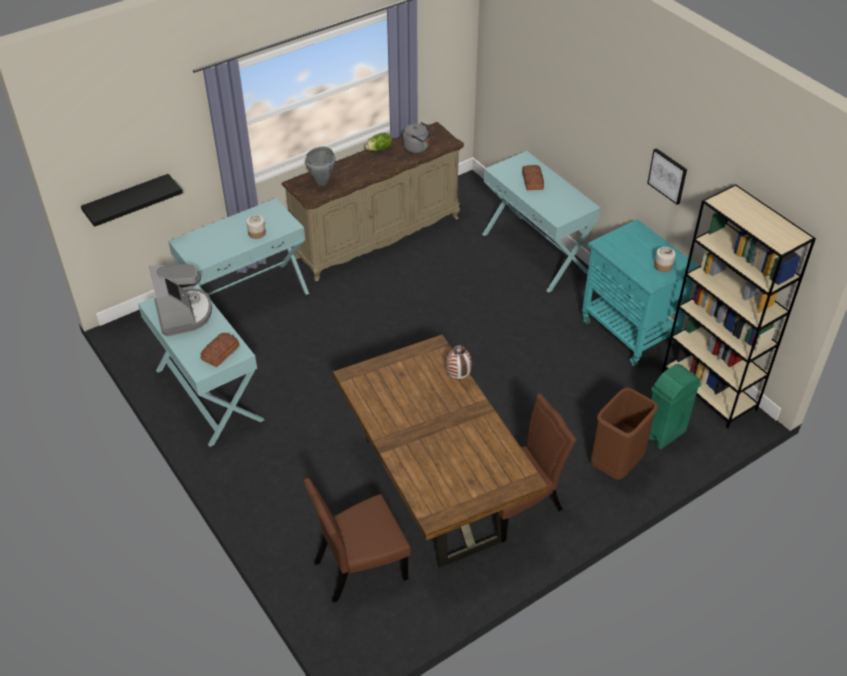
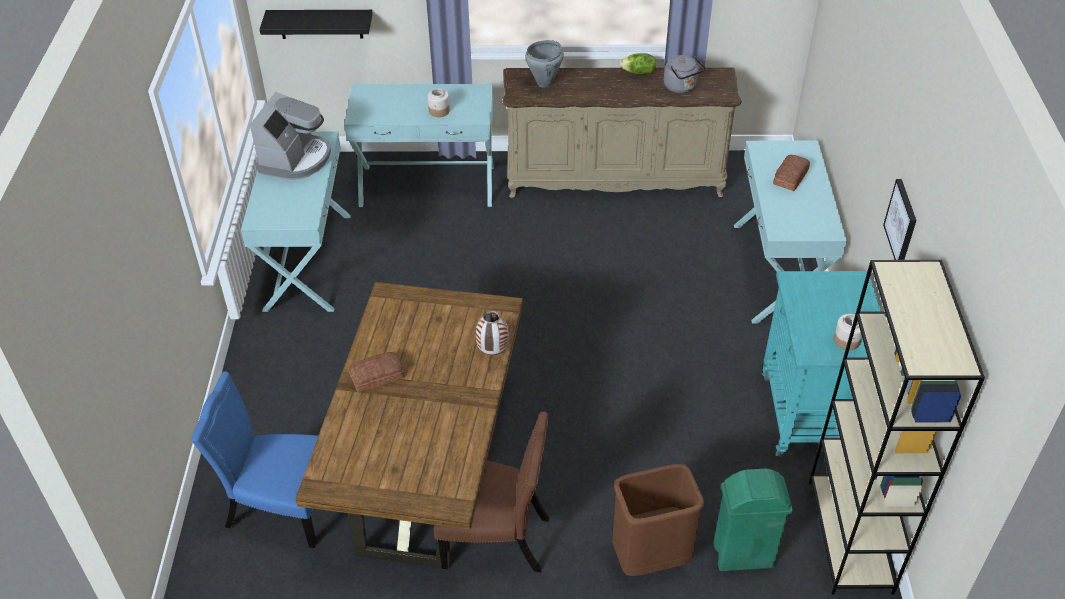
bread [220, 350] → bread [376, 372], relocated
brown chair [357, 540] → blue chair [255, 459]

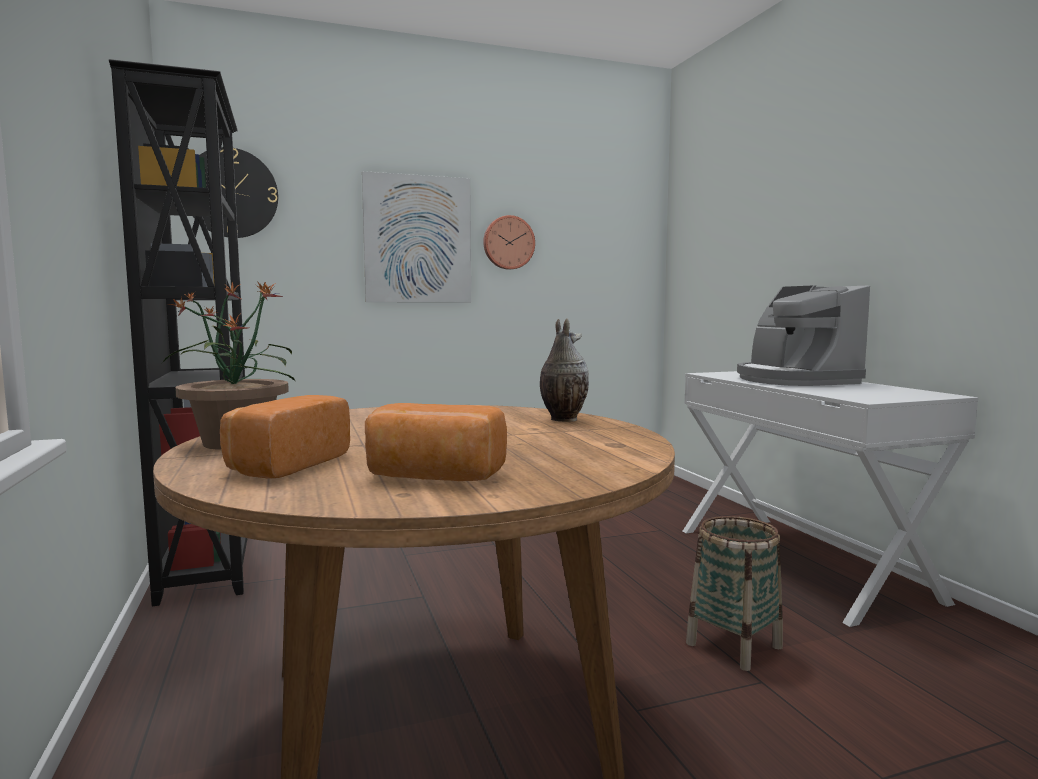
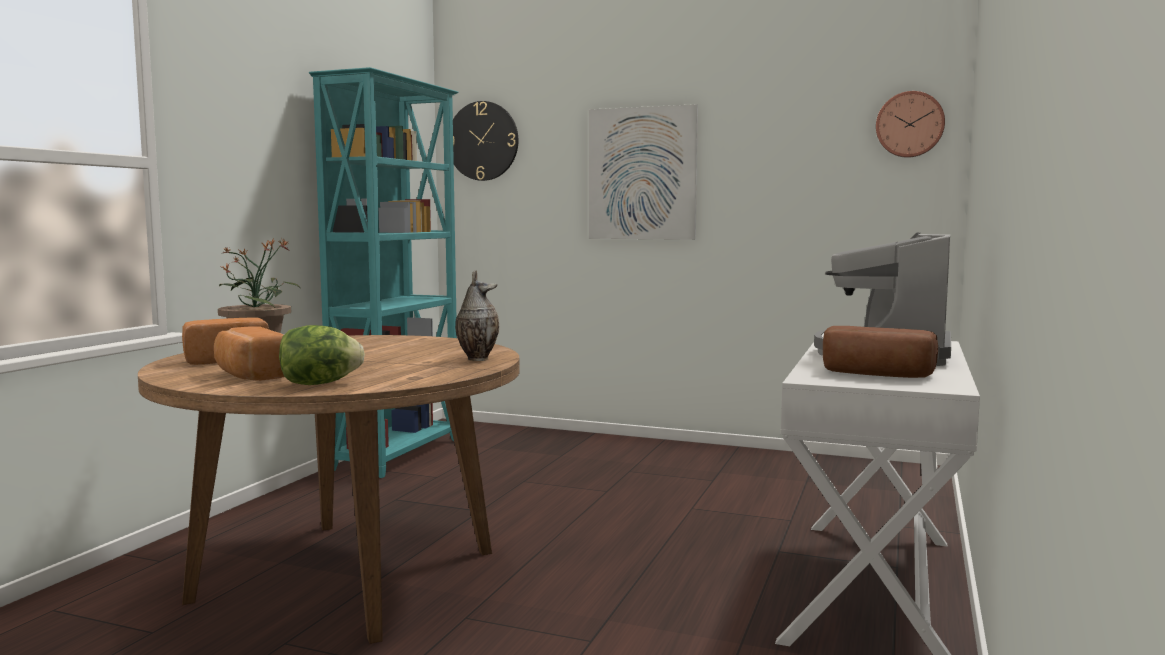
black bookcase [178, 332] → turquoise bookcase [384, 272]
wall clock [509, 242] → wall clock [910, 124], relocated
basket [734, 593] → -
- → lettuce [322, 355]
- → bread [880, 352]

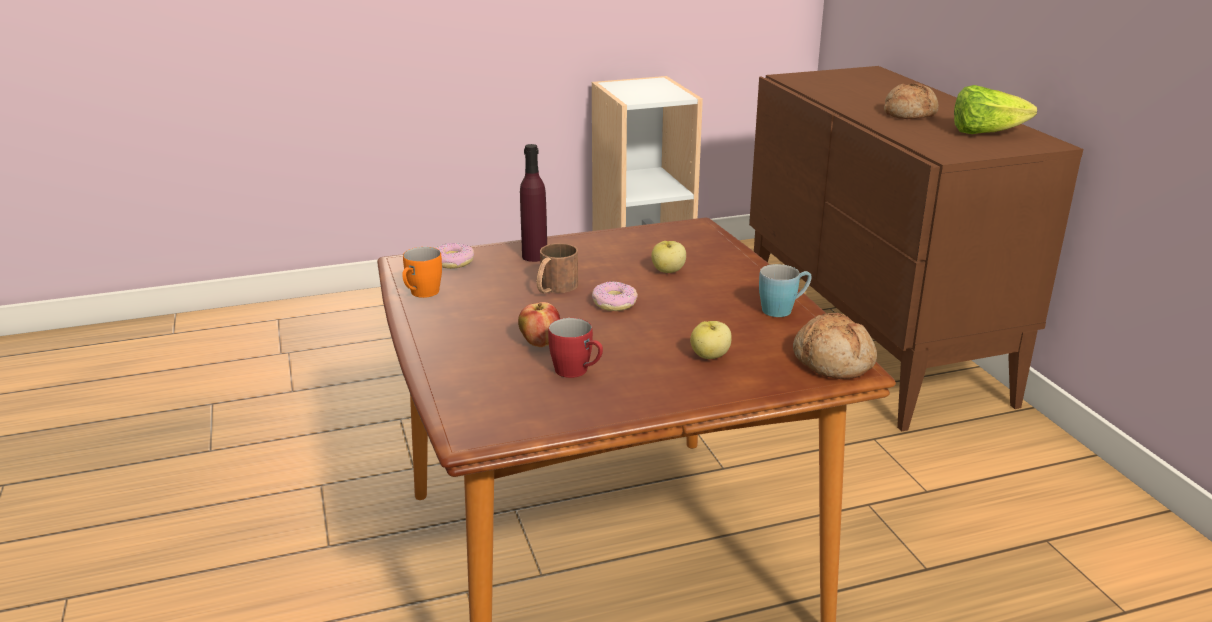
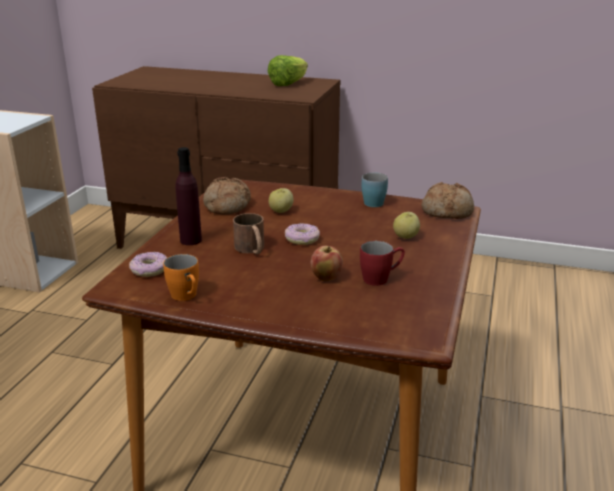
bread [911, 101] → bread [227, 196], relocated

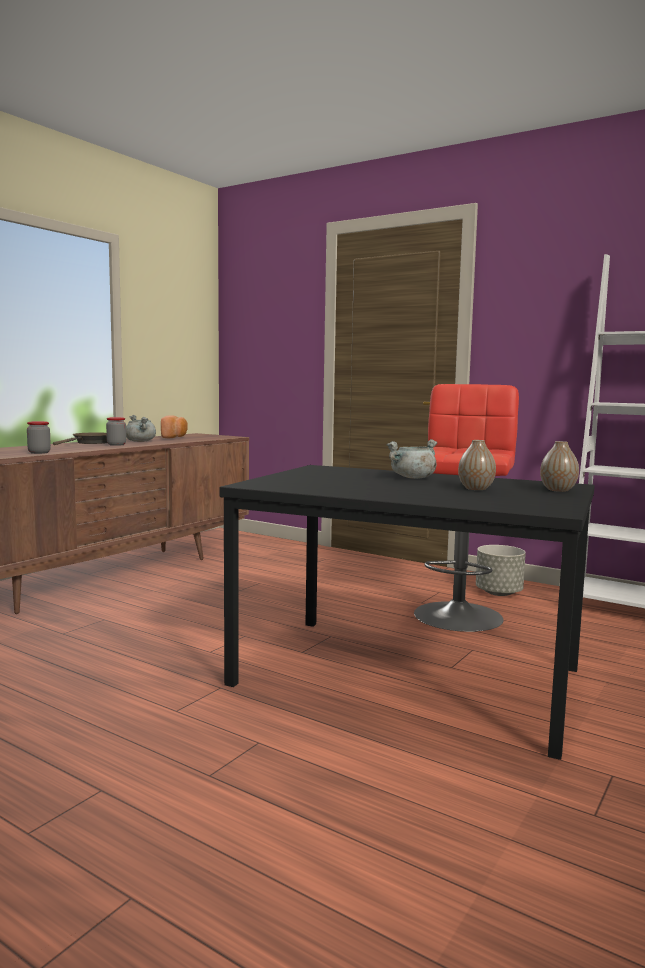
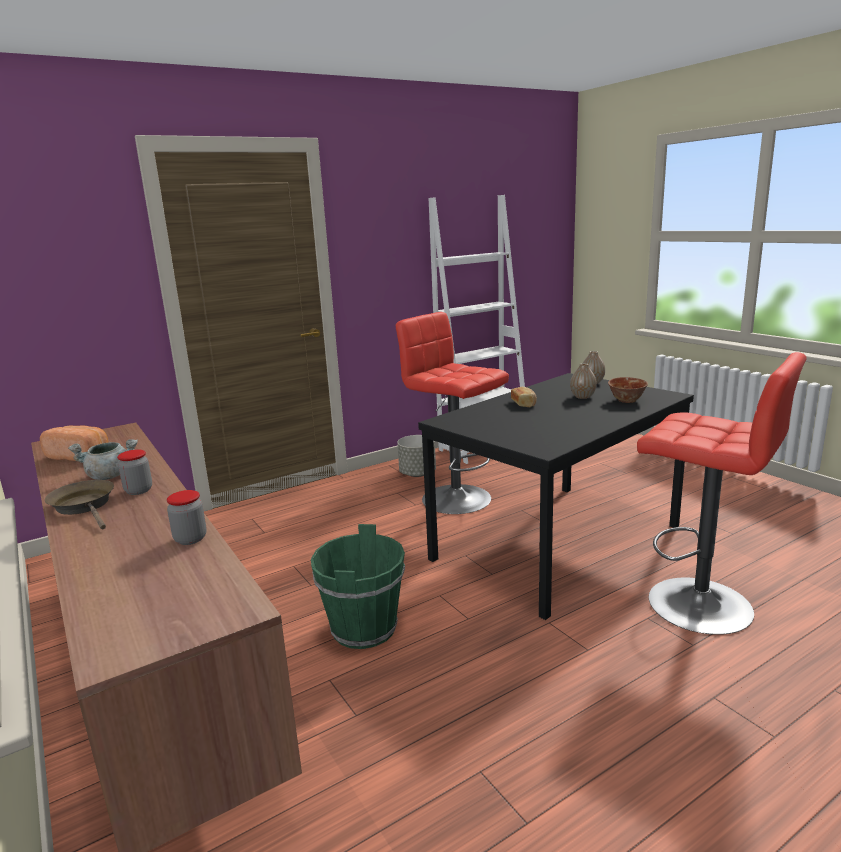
grey cooking pot [411, 459] → bread [524, 397]
- → green bucket [358, 586]
- → bowl [628, 390]
- → red stool [722, 493]

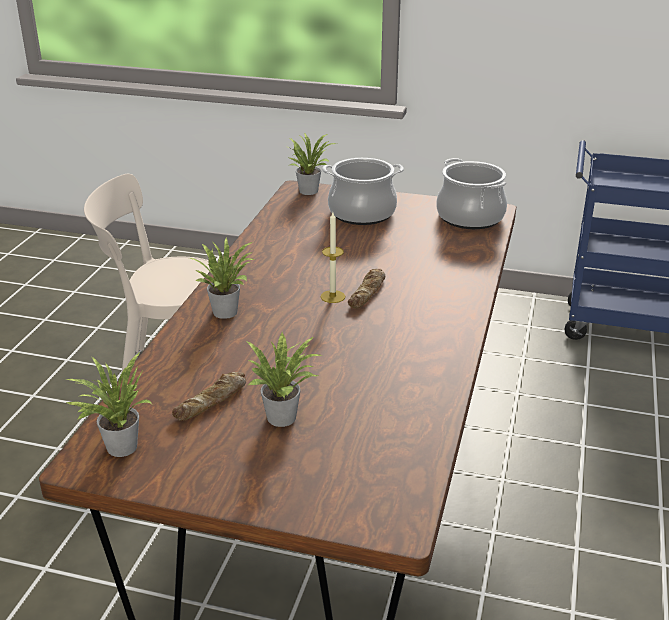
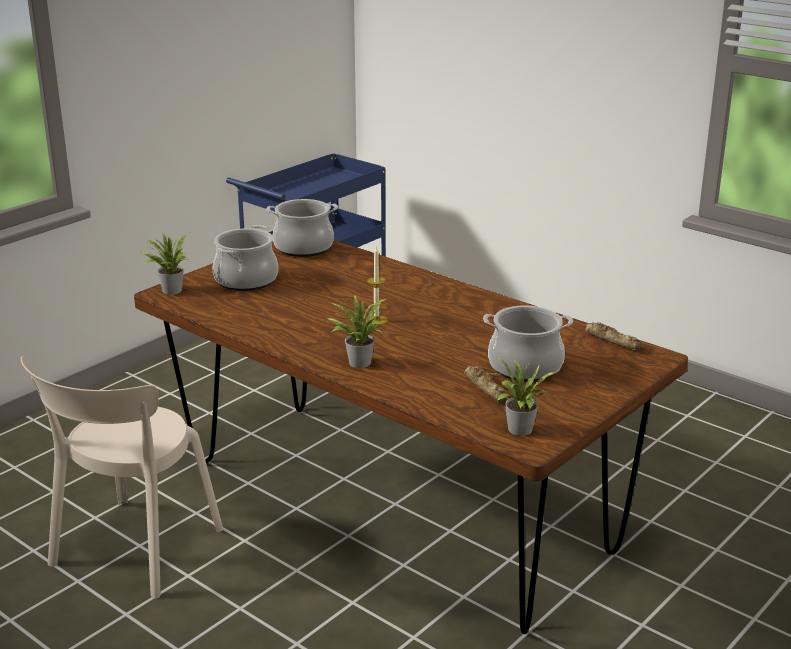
potted plant [284, 379] → cooking pot [528, 343]
bread [366, 289] → bread [614, 336], relocated

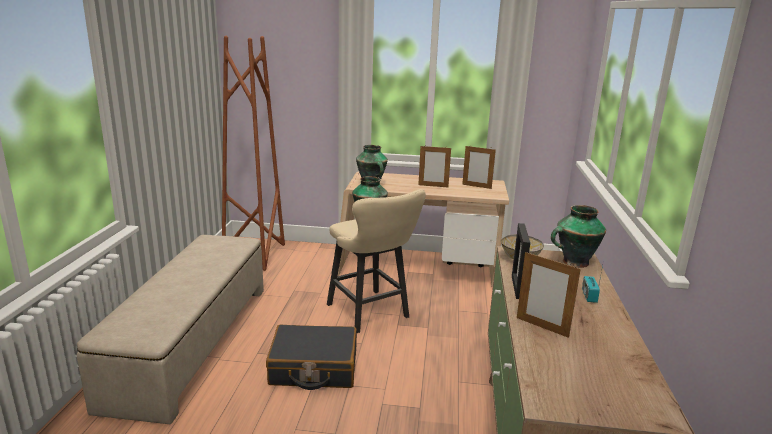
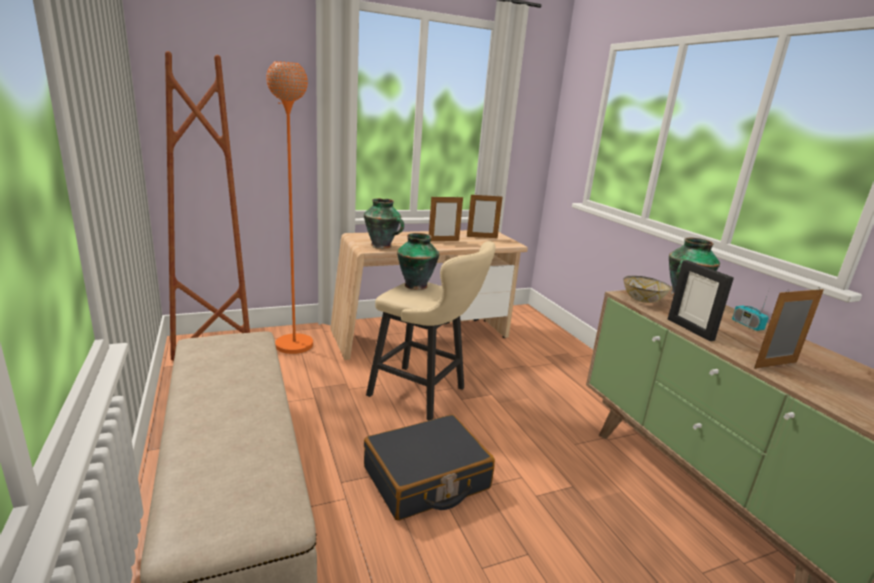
picture frame [549, 295] → picture frame [789, 328], 150 degrees clockwise
- → orange floor lamp [289, 207]

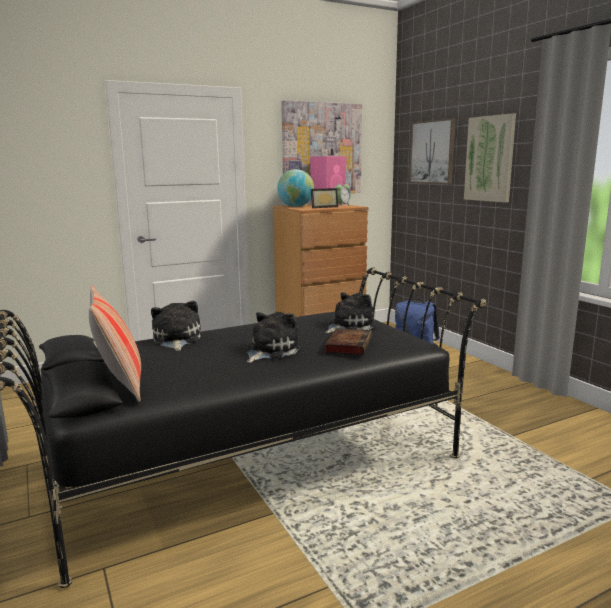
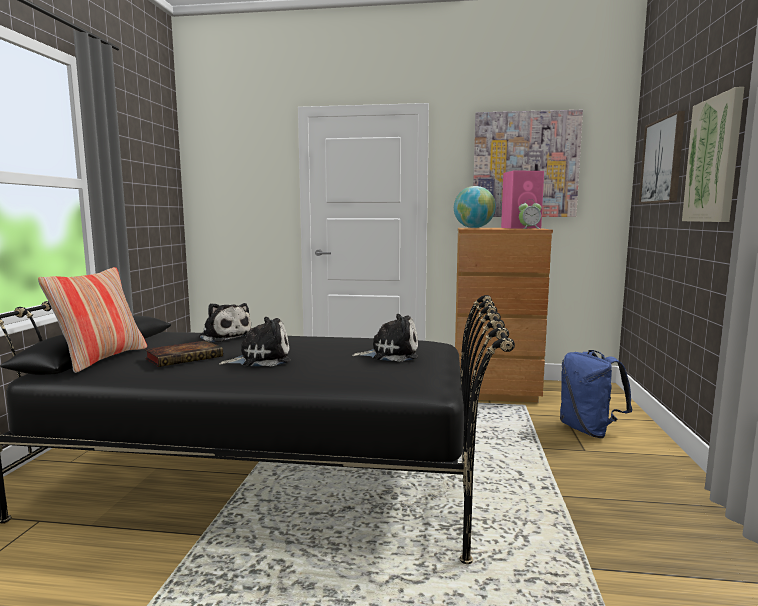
plush toy [176, 326] → plush toy [225, 322], 105 degrees clockwise
picture frame [325, 198] → -
book [348, 341] → book [184, 353], relocated

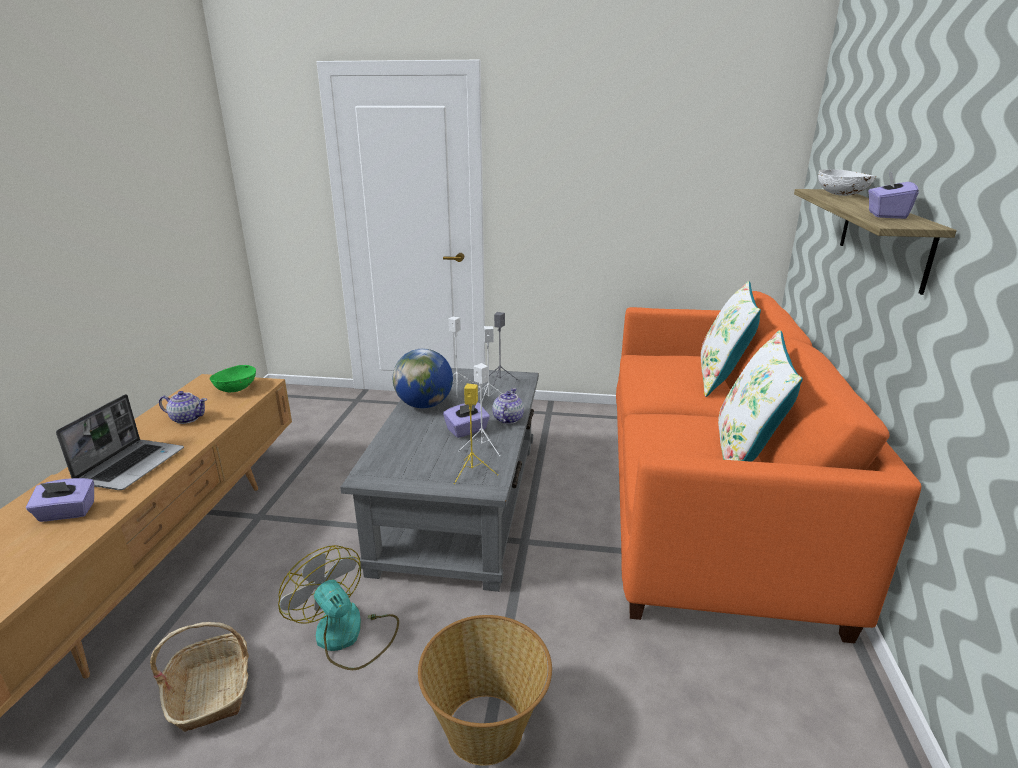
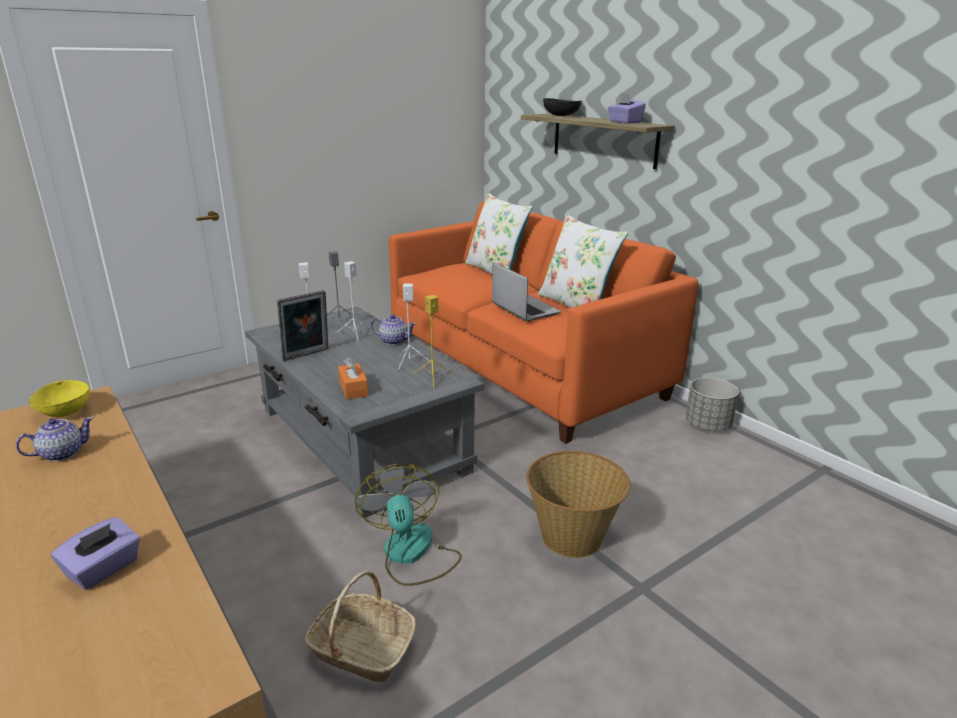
laptop [120, 442] → laptop [526, 291], relocated
green bowl [233, 378] → yellow bowl [59, 398]
fan [338, 607] → fan [408, 524], 75 degrees clockwise
globe [423, 378] → picture frame [302, 325]
purple tissue box [466, 420] → -
teapot [508, 406] → teapot [393, 329], 135 degrees clockwise
white bowl [847, 182] → black bowl [562, 107]
- → orange tissue box [353, 378]
- → grey planter [712, 404]

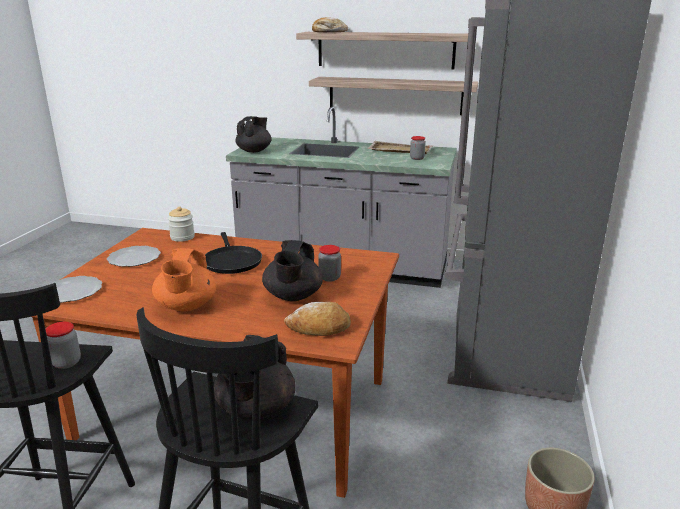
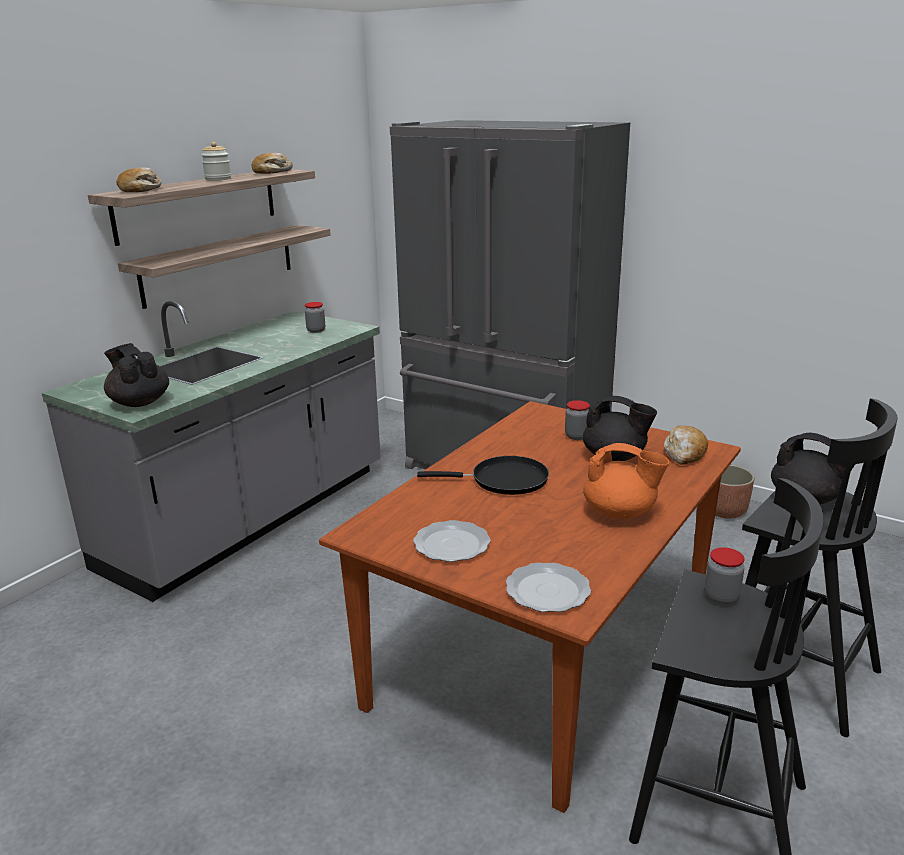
jar [181, 224] → jar [216, 161], relocated
beige tray [400, 147] → -
- → bread [272, 163]

